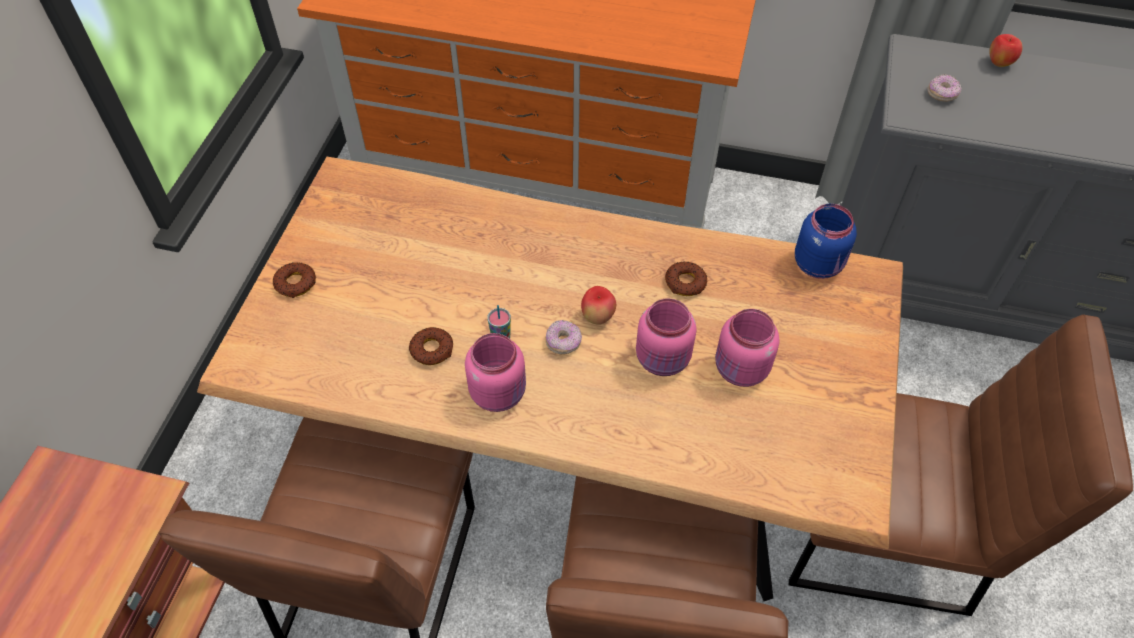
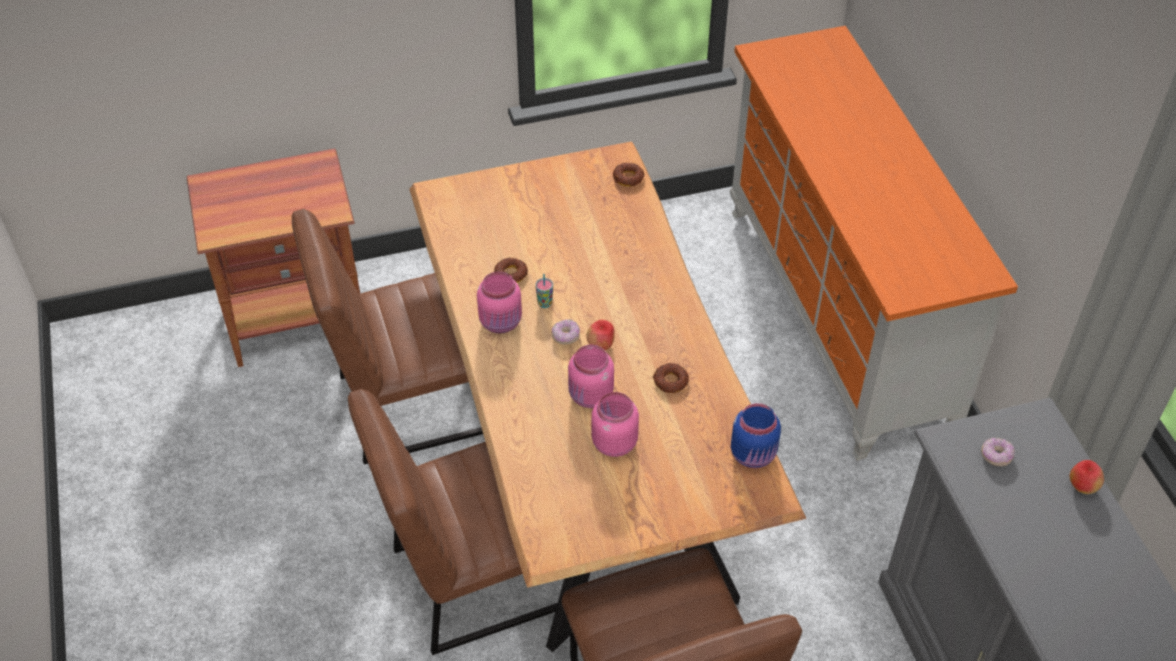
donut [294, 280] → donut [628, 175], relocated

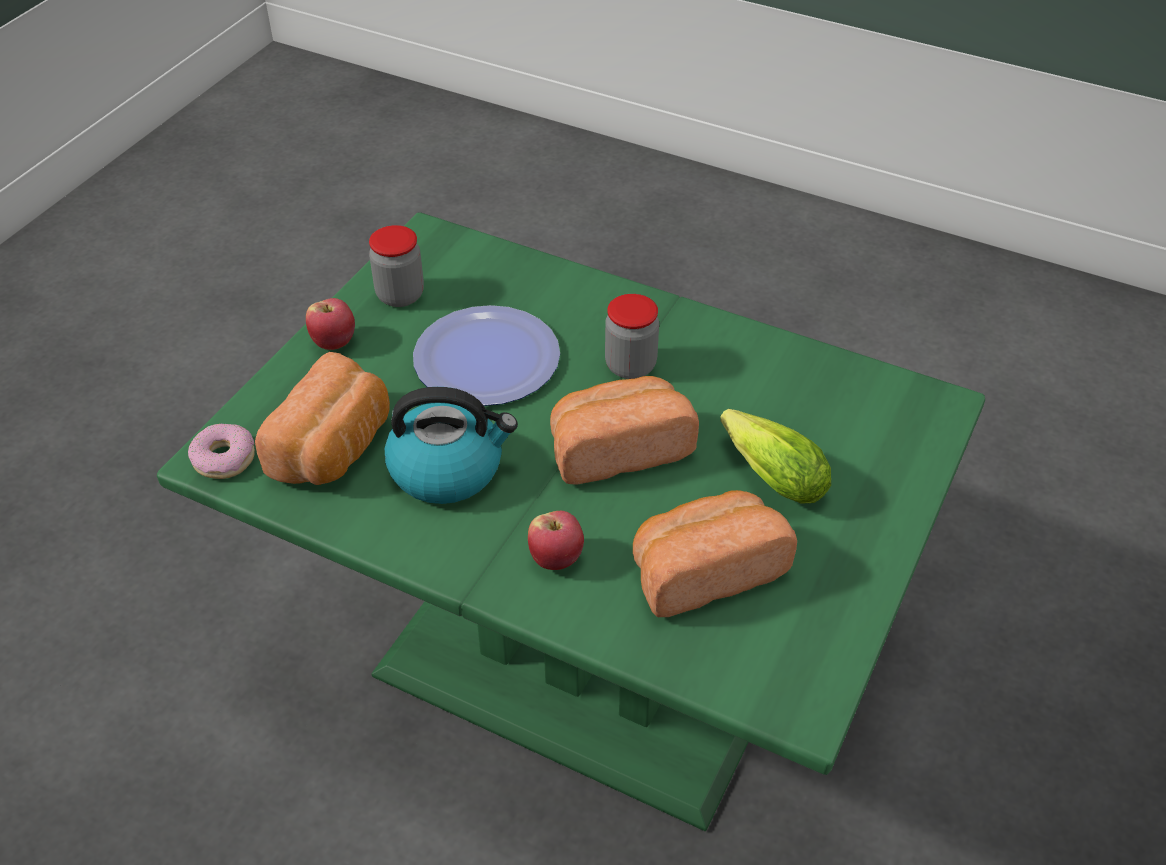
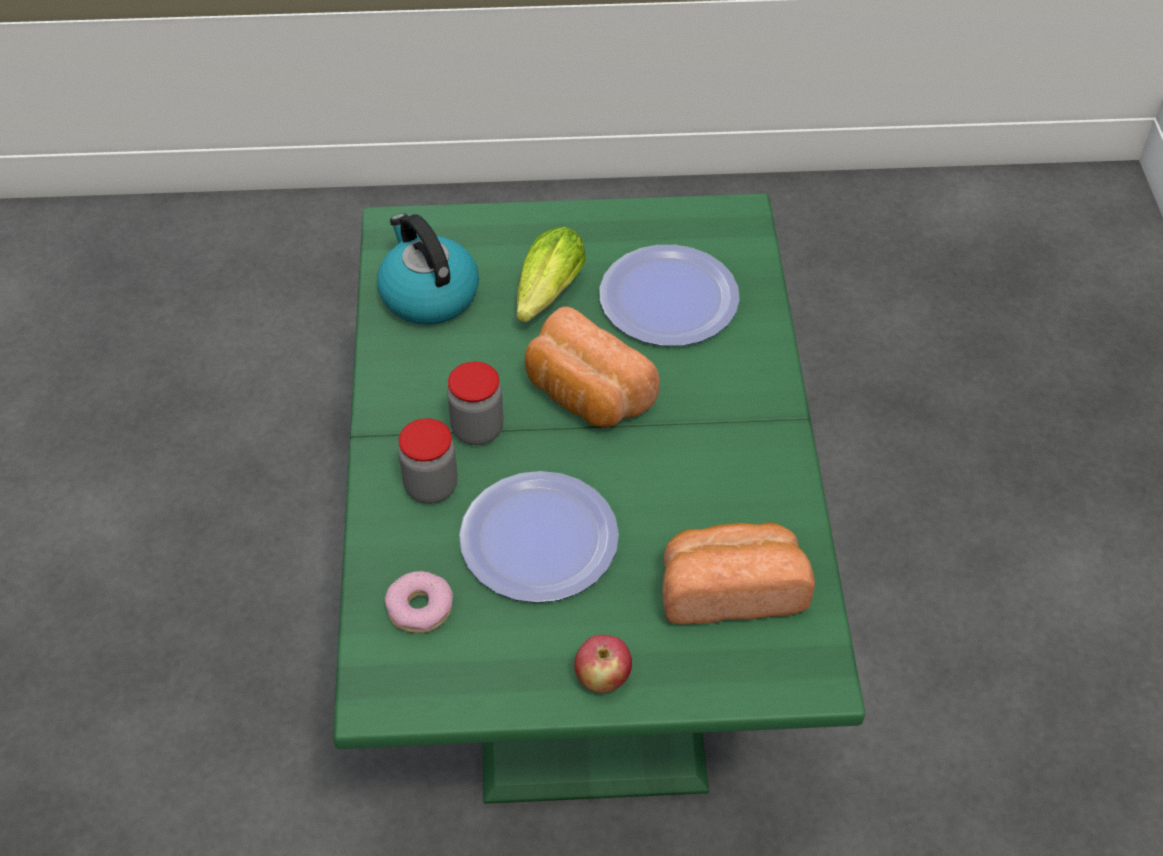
donut [221, 451] → donut [419, 602], relocated
jar [396, 266] → jar [428, 461], relocated
kettle [451, 445] → kettle [428, 269], relocated
apple [556, 540] → -
bread [715, 553] → plate [670, 295]

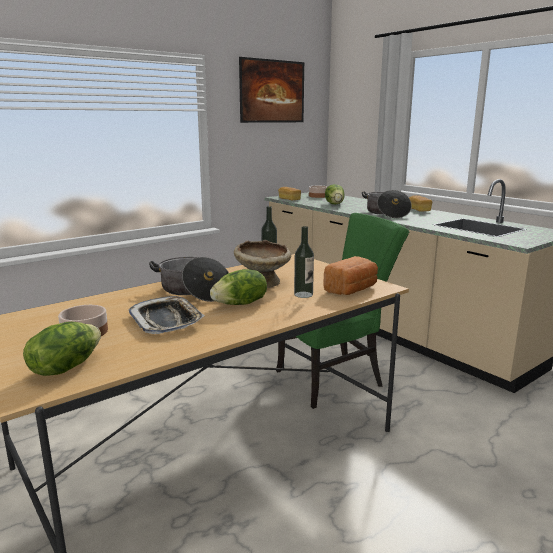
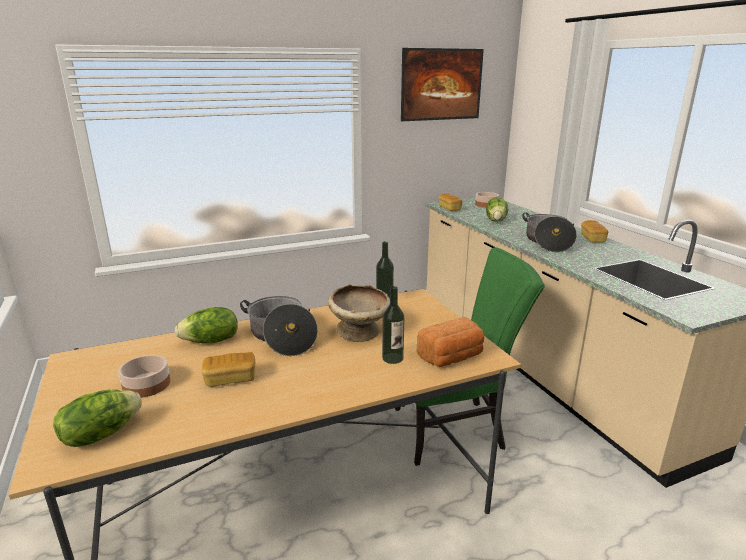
tray [166, 315] → bread [228, 369]
lettuce [238, 287] → lettuce [206, 325], relocated

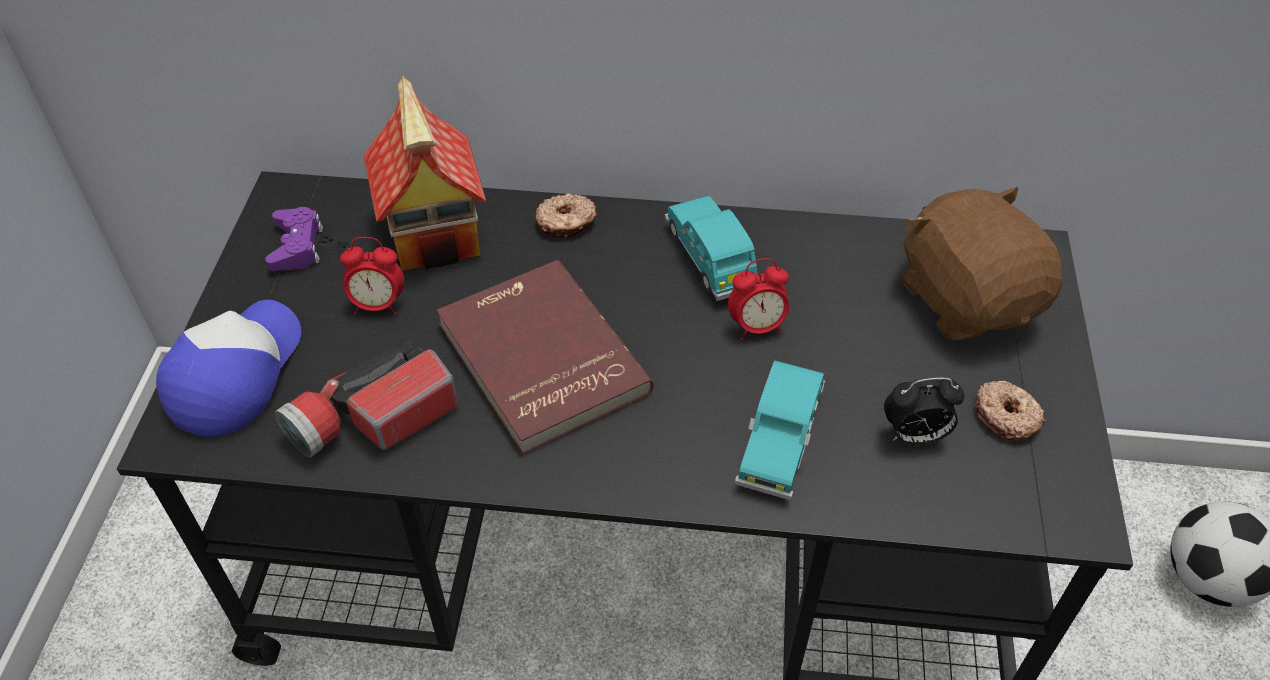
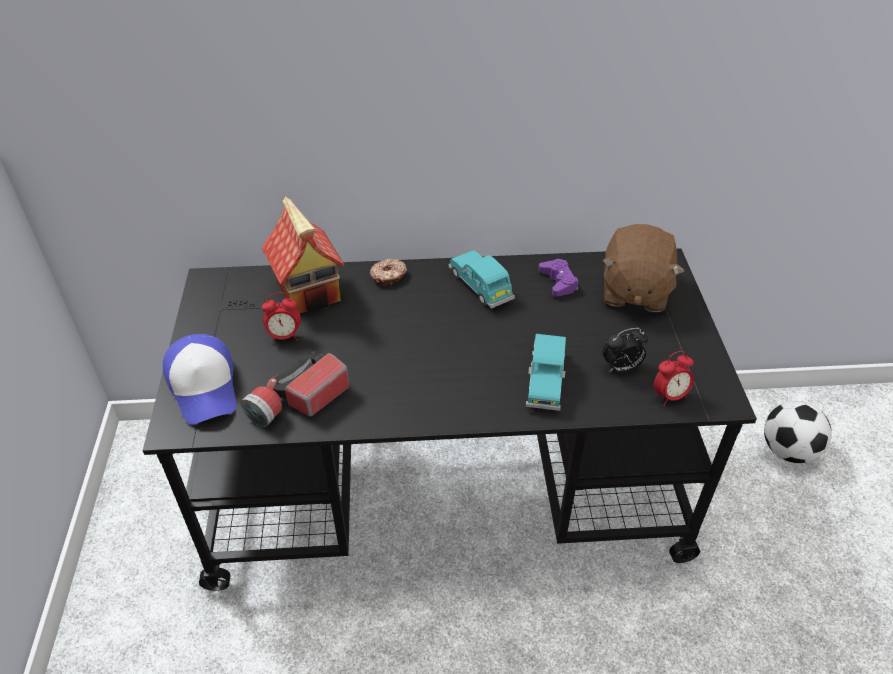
cap [228, 368] → cap [199, 379], 150 degrees clockwise
purple game controller [294, 239] → purple game controller [558, 278], relocated
red book [545, 357] → -
alarm clock [758, 299] → alarm clock [674, 378], relocated
brown plush toy [981, 263] → brown plush toy [643, 268], 135 degrees counterclockwise
donut [1010, 410] → -

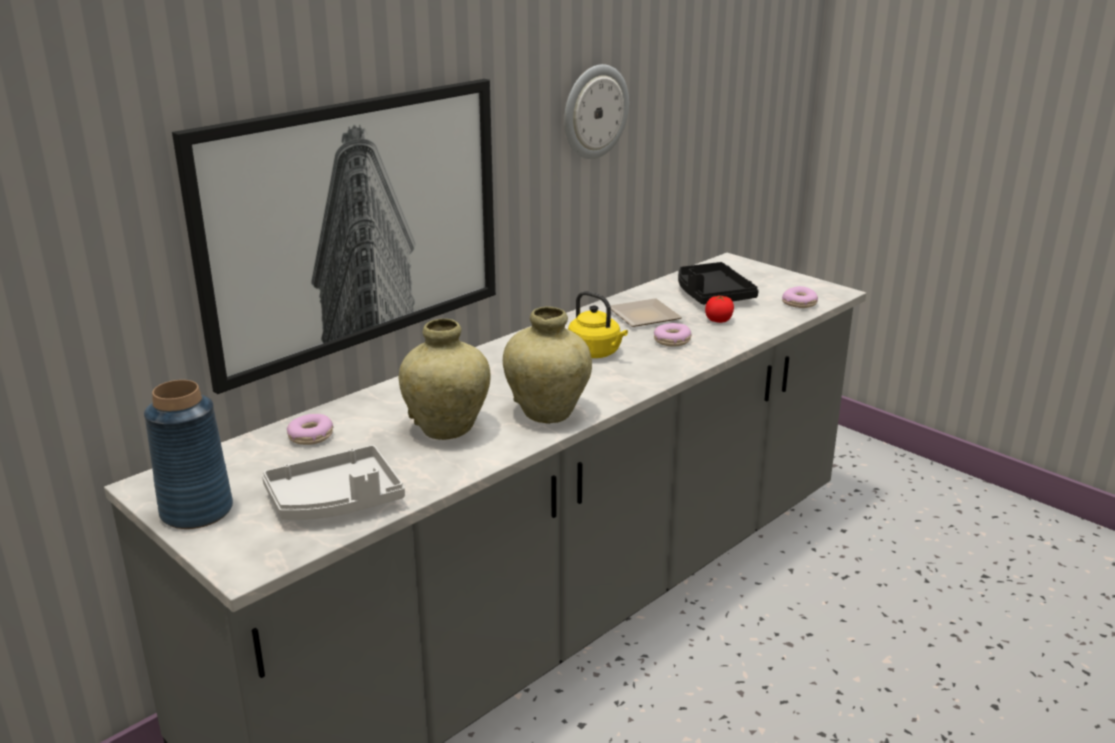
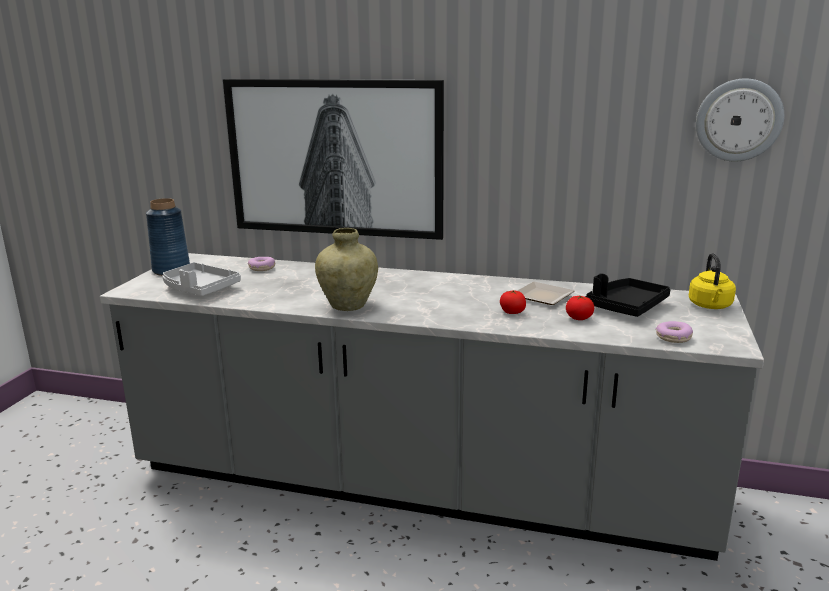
beige vase [445, 379] → -
wall clock [596, 111] → wall clock [740, 120], relocated
yellow kettle [598, 324] → yellow kettle [712, 281], relocated
donut [673, 335] → tomato [513, 302]

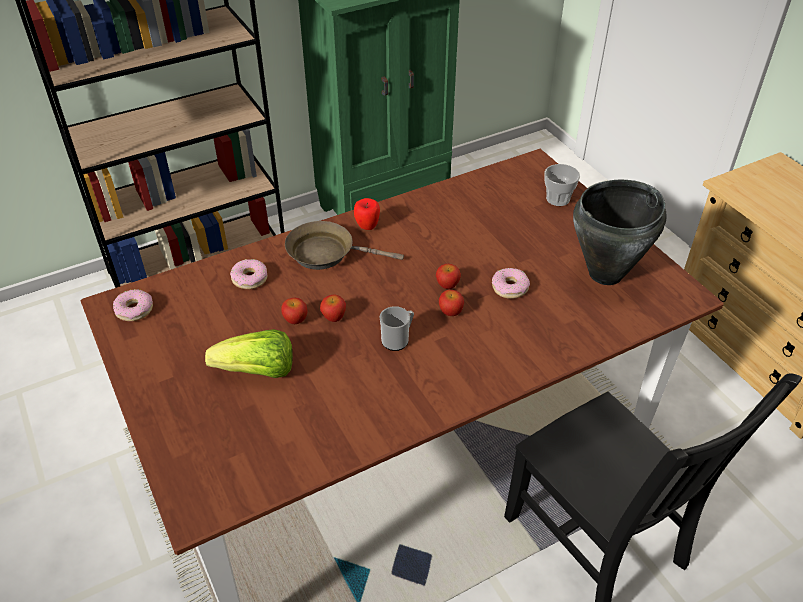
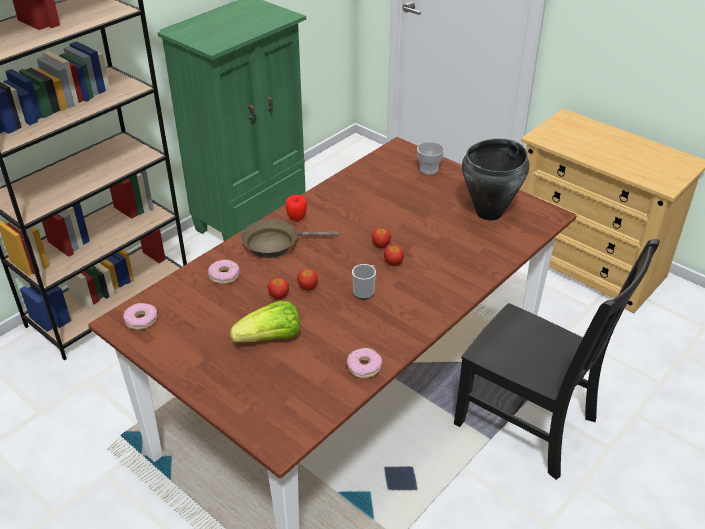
donut [511, 283] → donut [364, 363], relocated

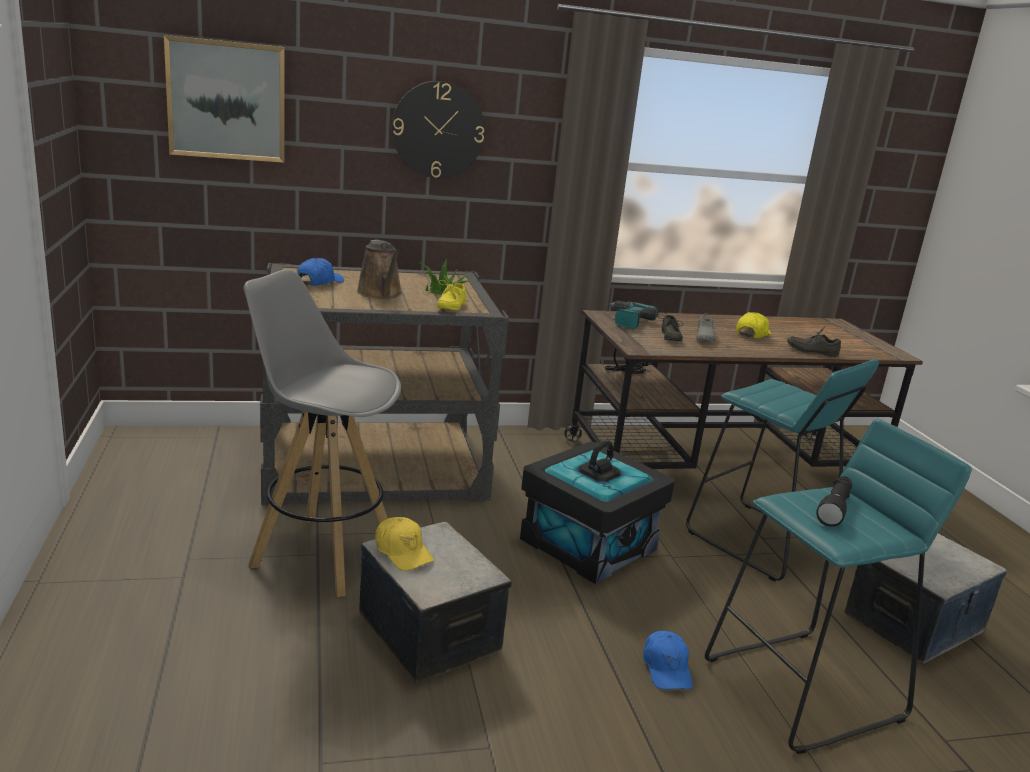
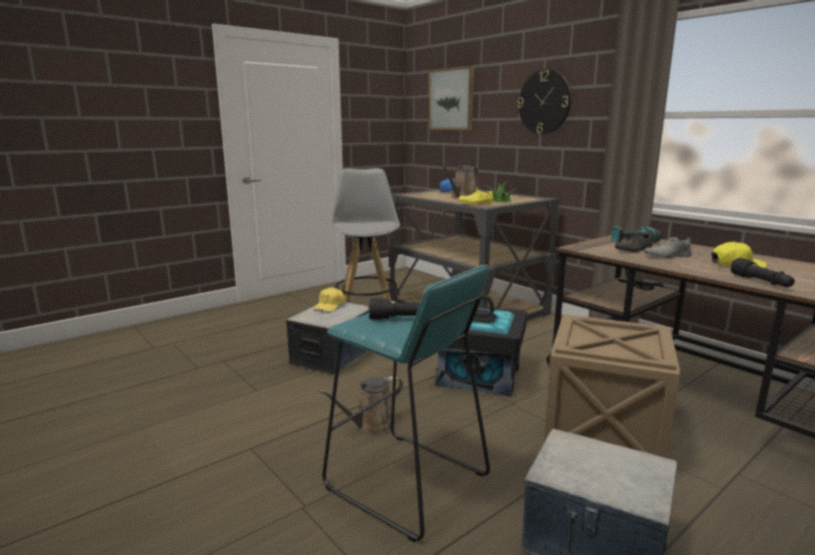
blue cap [668, 660] → brown watering can [361, 404]
turquoise stool [782, 470] → crate [612, 386]
grey shoe [814, 342] → black flashlight [762, 272]

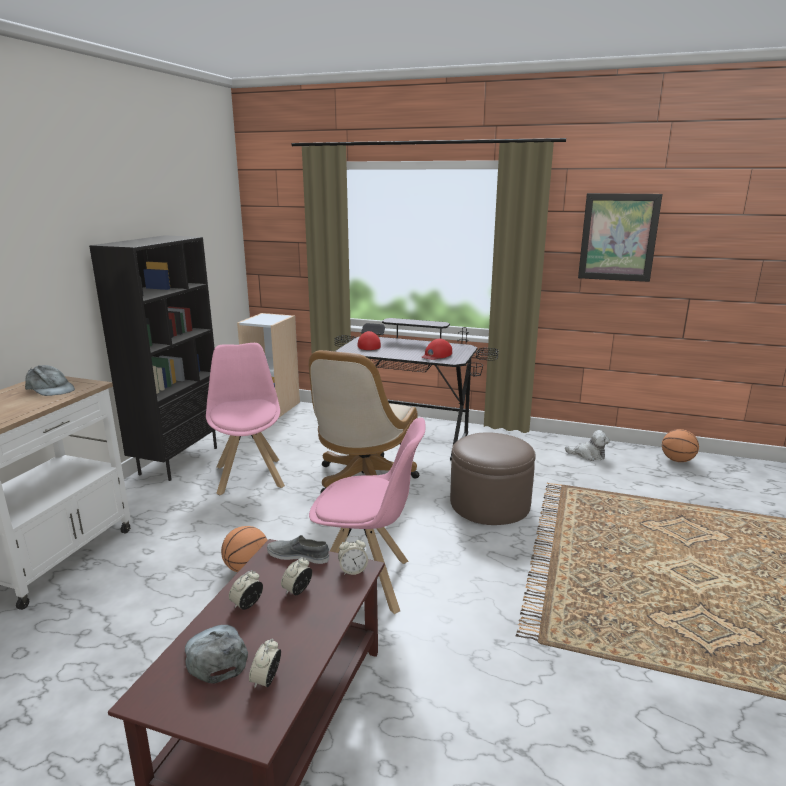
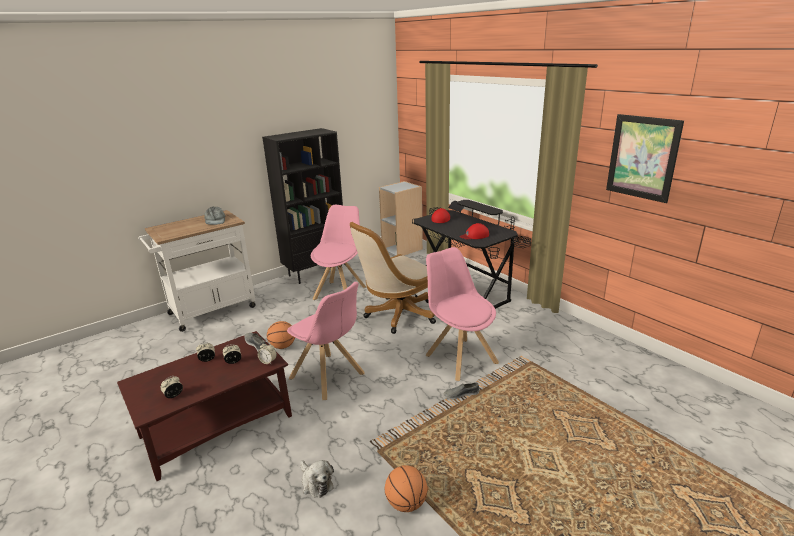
grey cap [216, 654] → -
brown ottoman [493, 478] → pink chair [462, 314]
plush toy [587, 445] → plush toy [317, 479], relocated
basketball [680, 445] → basketball [406, 488], relocated
- → grey shoe [461, 391]

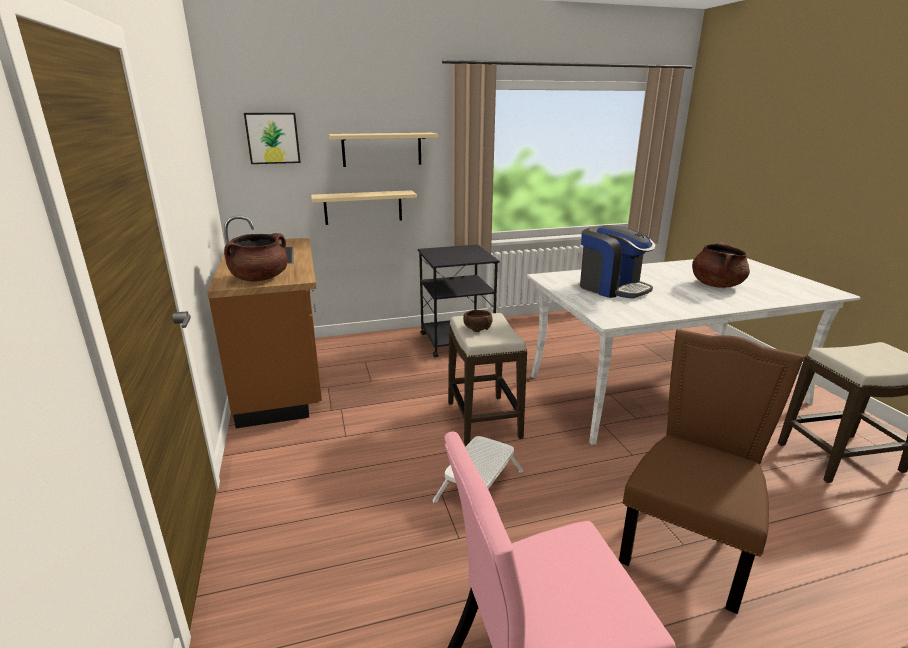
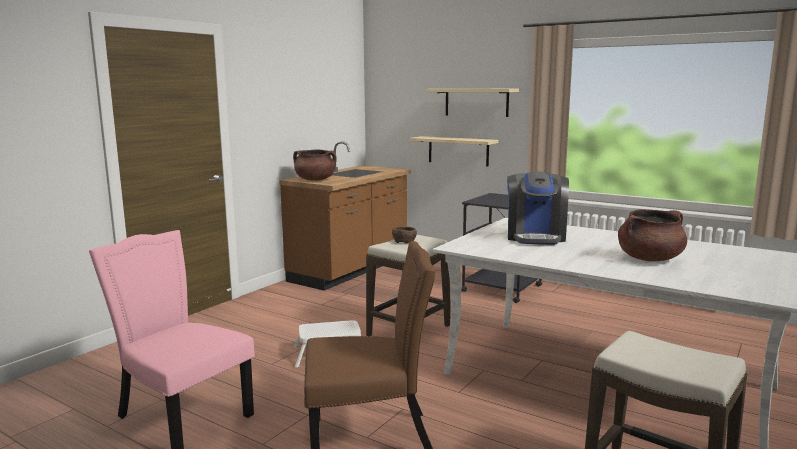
picture [272, 138] → -

